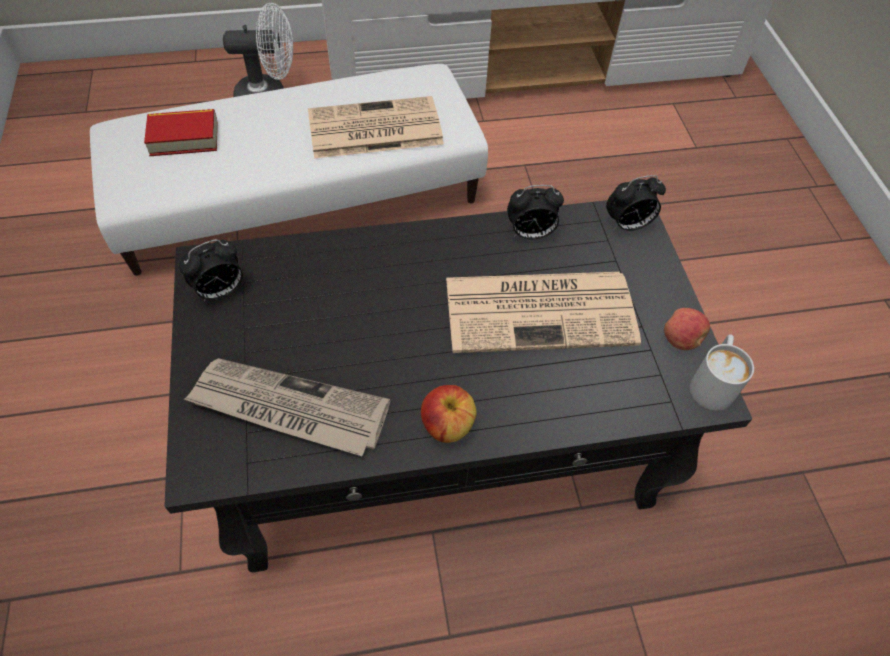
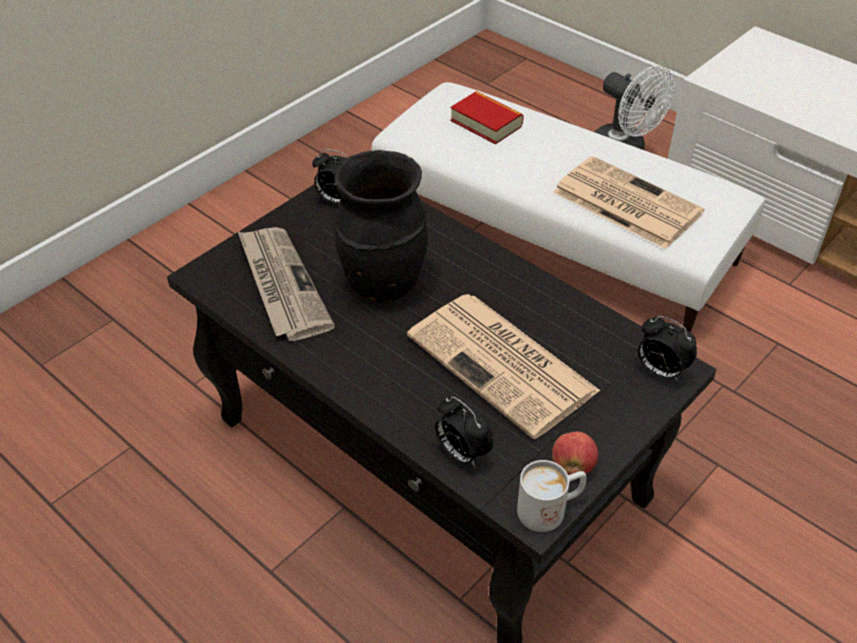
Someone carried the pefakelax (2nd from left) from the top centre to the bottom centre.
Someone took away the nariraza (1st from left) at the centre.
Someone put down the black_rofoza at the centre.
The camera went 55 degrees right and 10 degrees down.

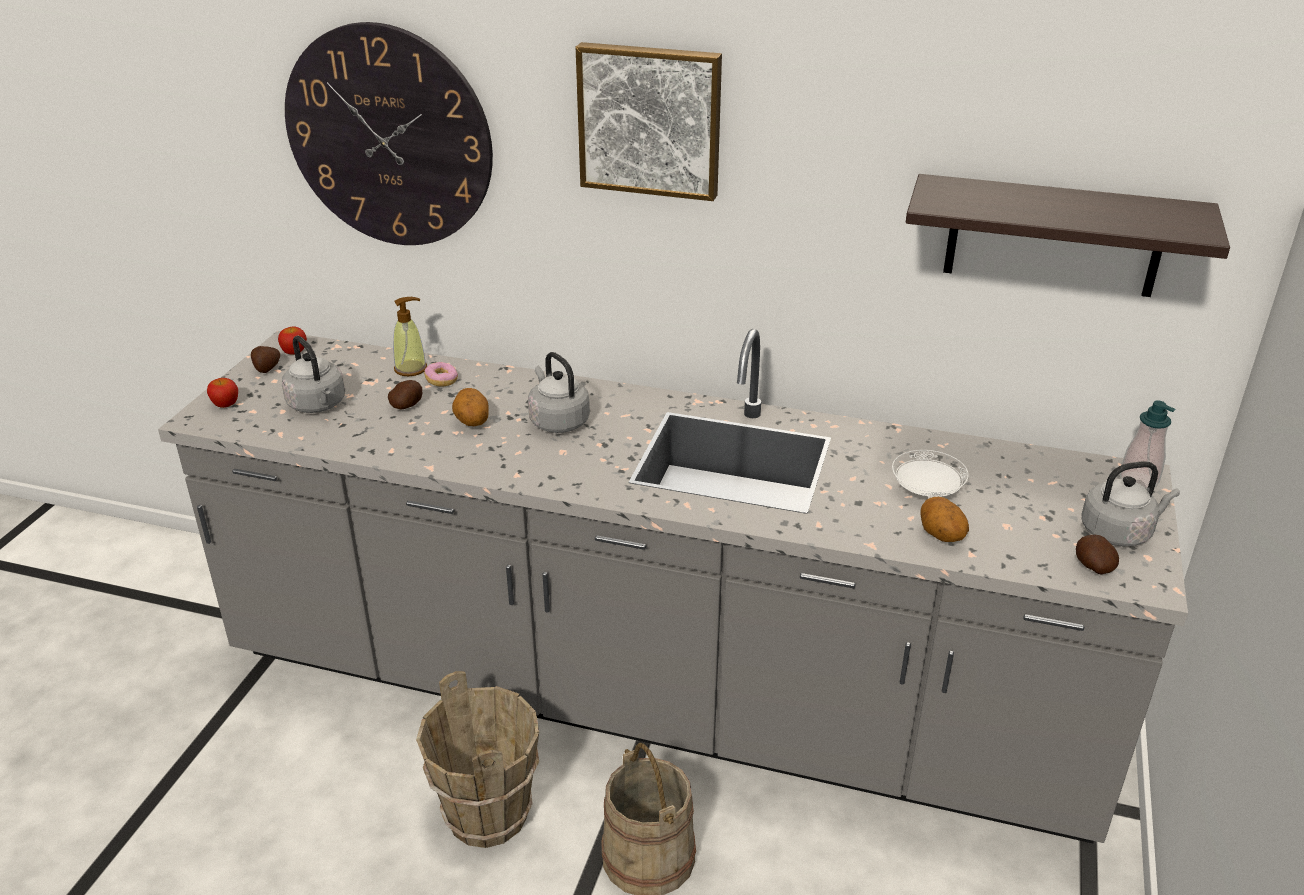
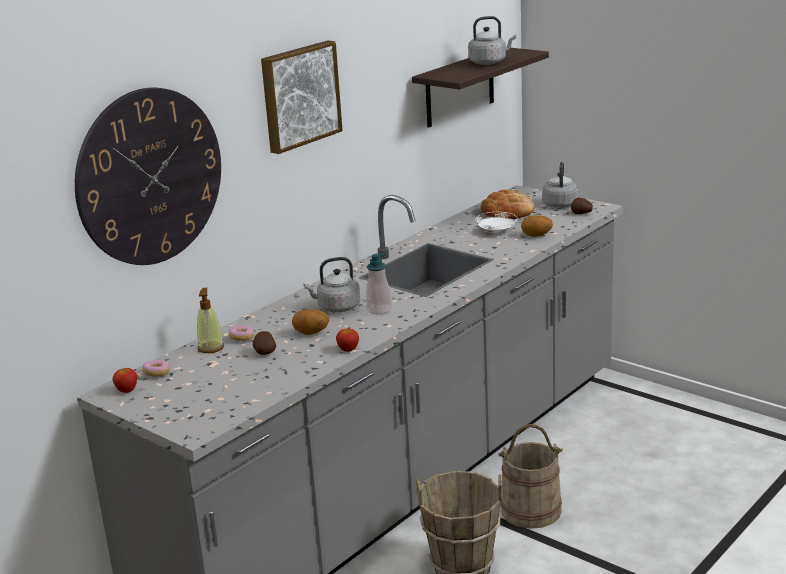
Someone carried the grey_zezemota (1st from left in the first image) from the middle left to the top centre.
Someone took away the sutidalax (1st from left) at the middle left.
Someone carried the nariraza (1st from left in the first image) from the middle left to the centre.
Someone carried the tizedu (2nd from left) from the middle right to the centre.
Someone put down the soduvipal at the centre.
Someone put down the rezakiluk (1st from left) at the middle left.
The camera went 65 degrees left and 10 degrees down.

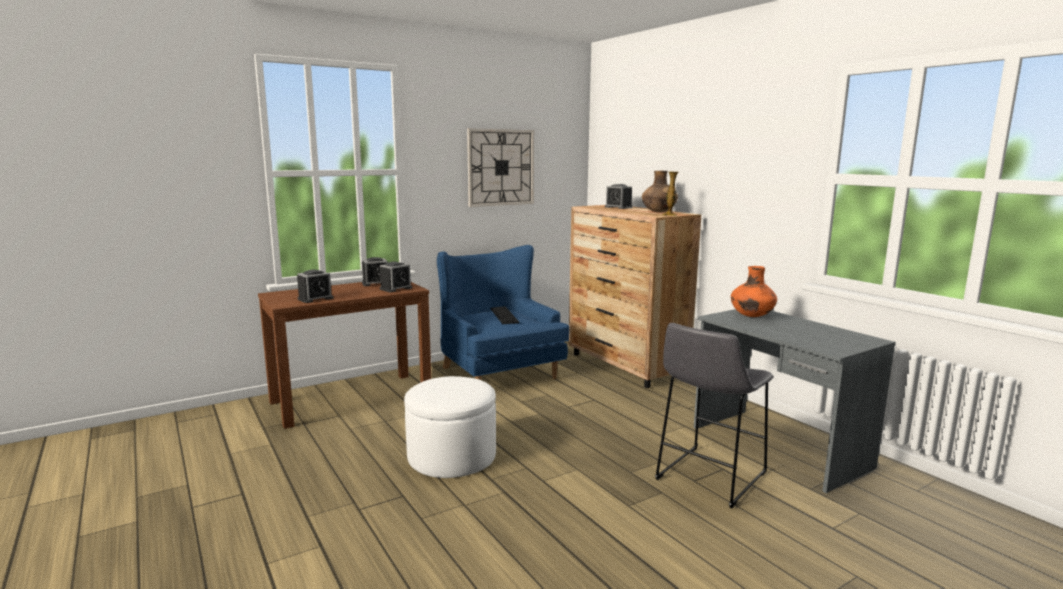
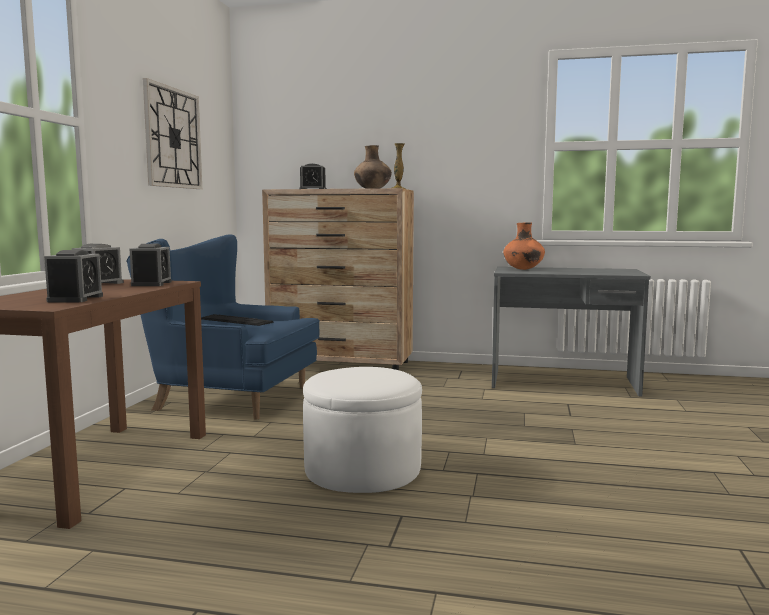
Someone took away the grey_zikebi at the bottom right.
The camera went 45 degrees left and 5 degrees down.

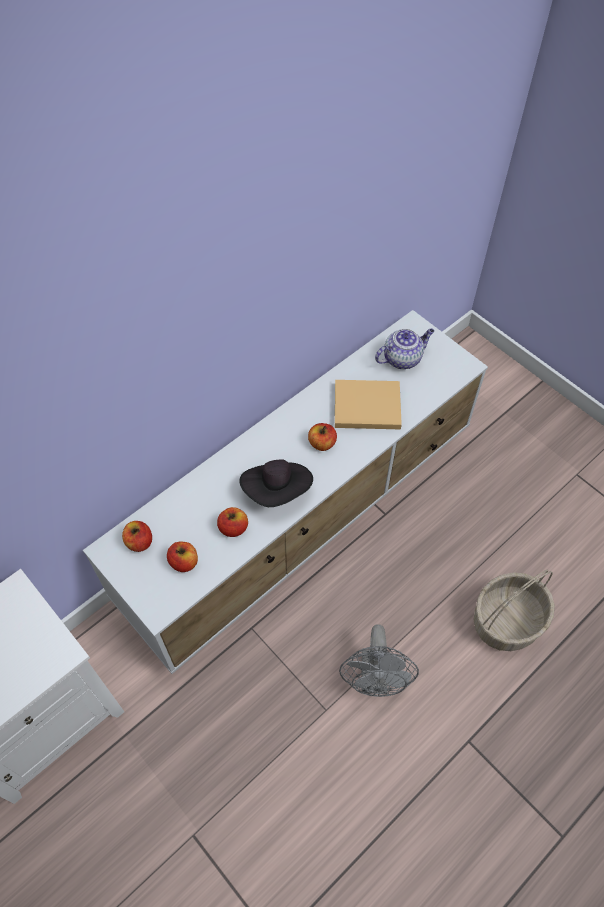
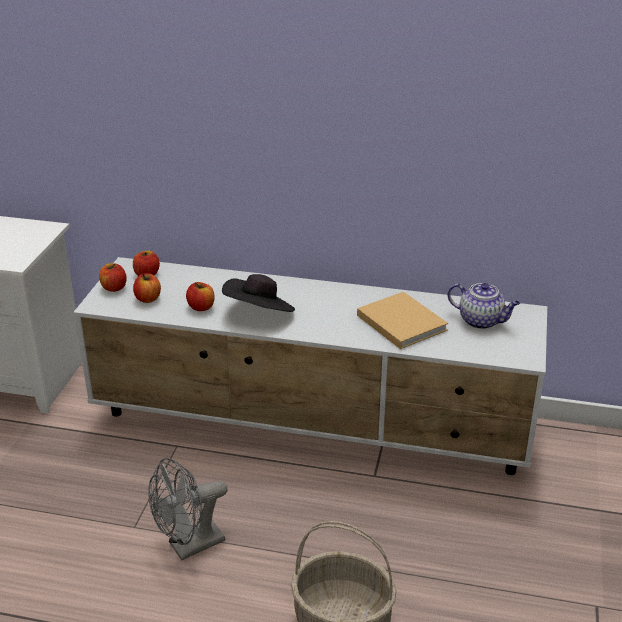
Someone carried the nariraza (4th from left in the first image) from the centre to the middle left.
The camera went 55 degrees right and 25 degrees down.

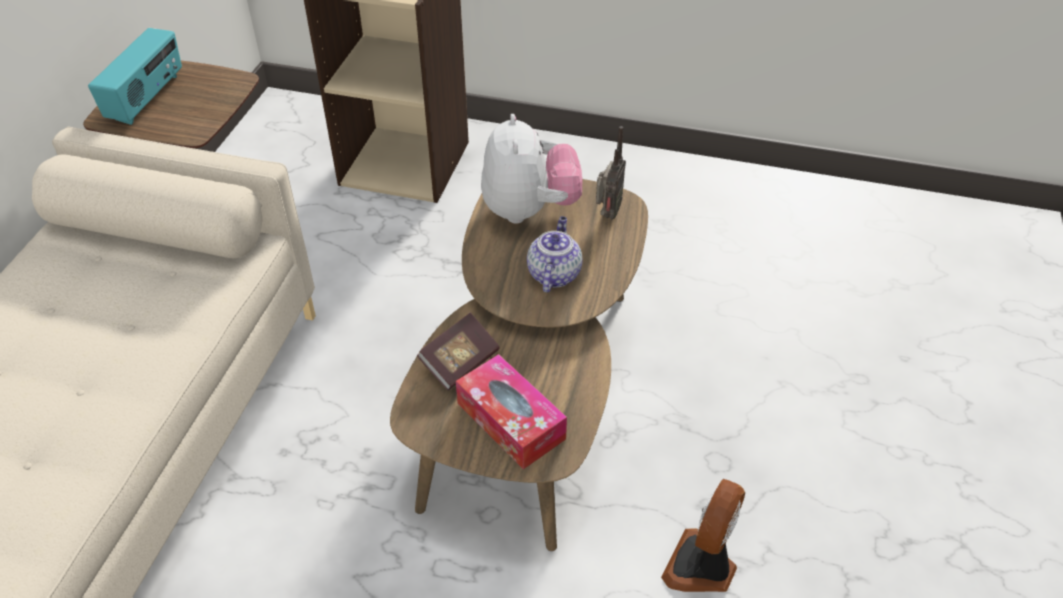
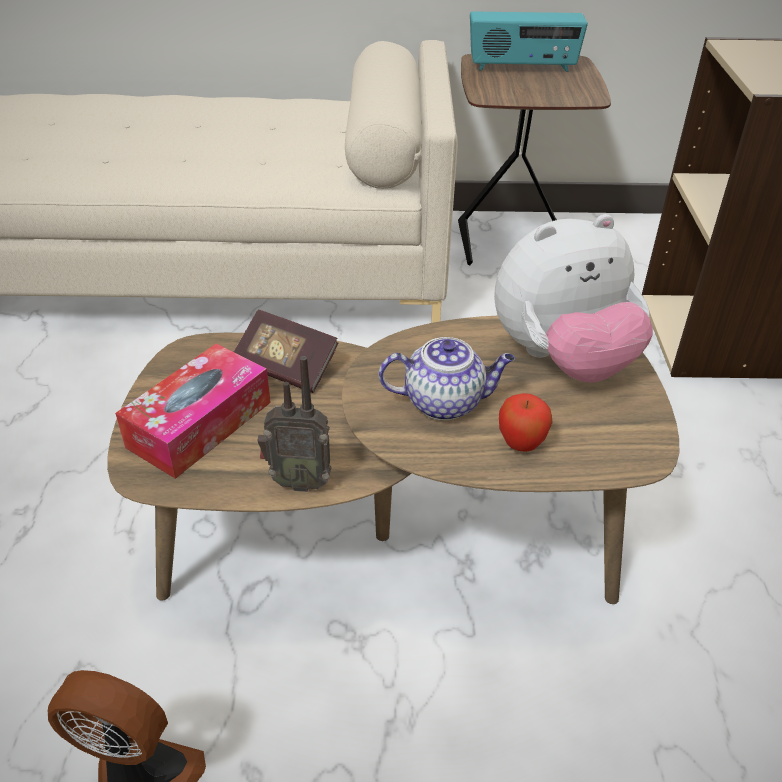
Someone carried the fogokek (2nd from left in the first image) from the top centre to the centre.
Someone put down the nariraza at the middle right.
The camera went 75 degrees right and 5 degrees down.

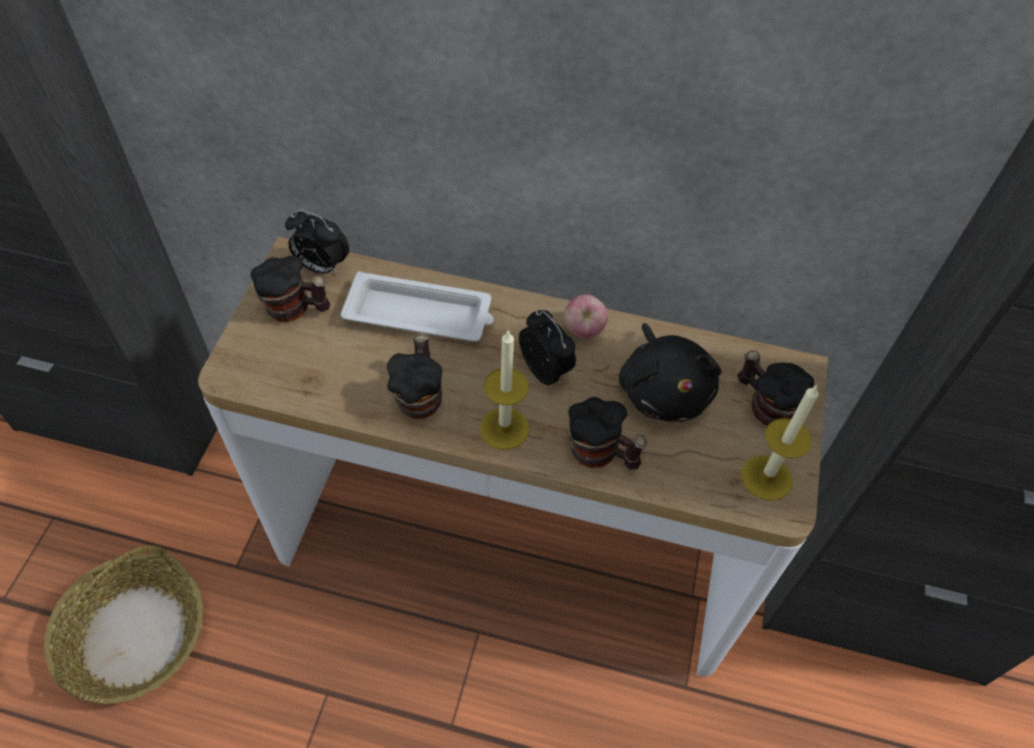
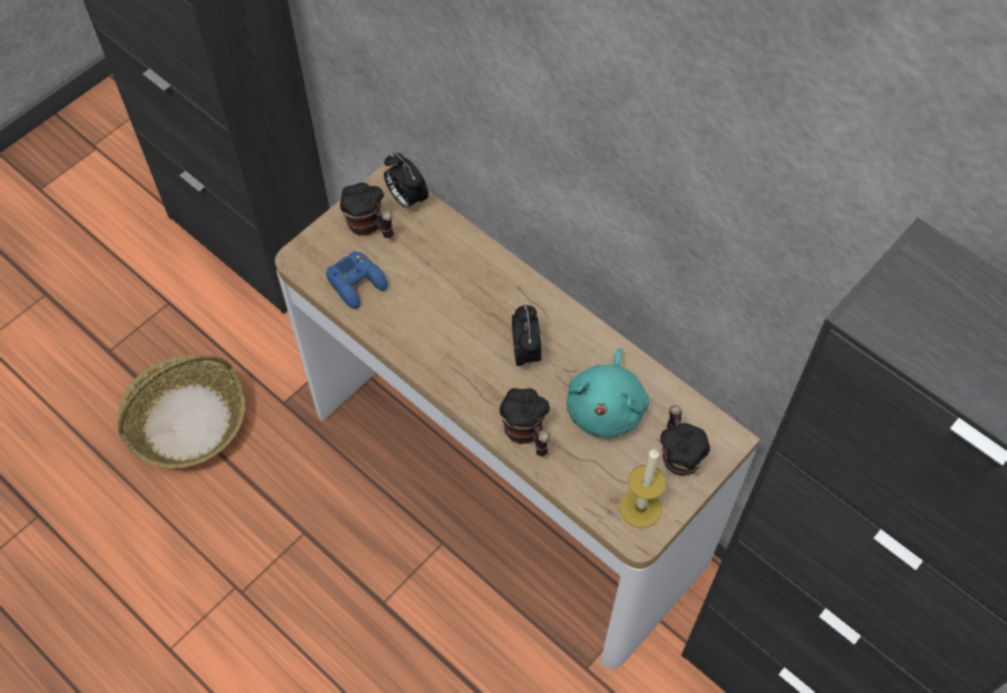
Someone took away the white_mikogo at the centre.
Someone took away the nariraza at the centre.
Someone repainted the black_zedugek at the centre, which became the turquoise_zedugek at the centre.
Someone took away the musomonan (1st from left) at the centre.
Someone took away the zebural (2nd from left) at the centre.
Someone put down the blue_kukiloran at the centre.
The camera went 30 degrees right and 5 degrees up.

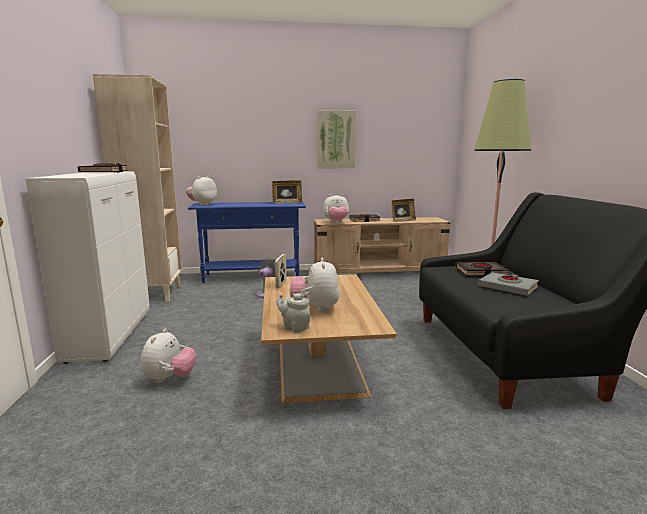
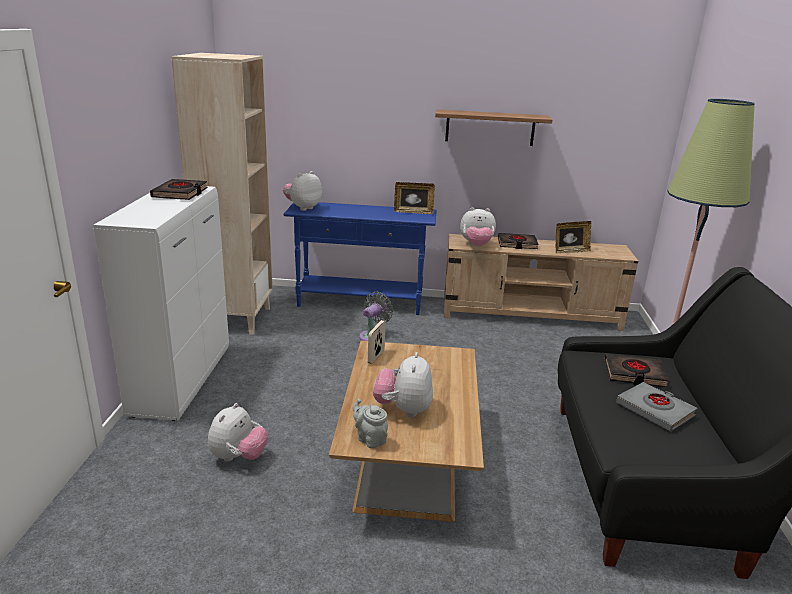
Someone swapped the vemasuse at the top centre for the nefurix at the top centre.
The camera went 10 degrees right and 10 degrees up.

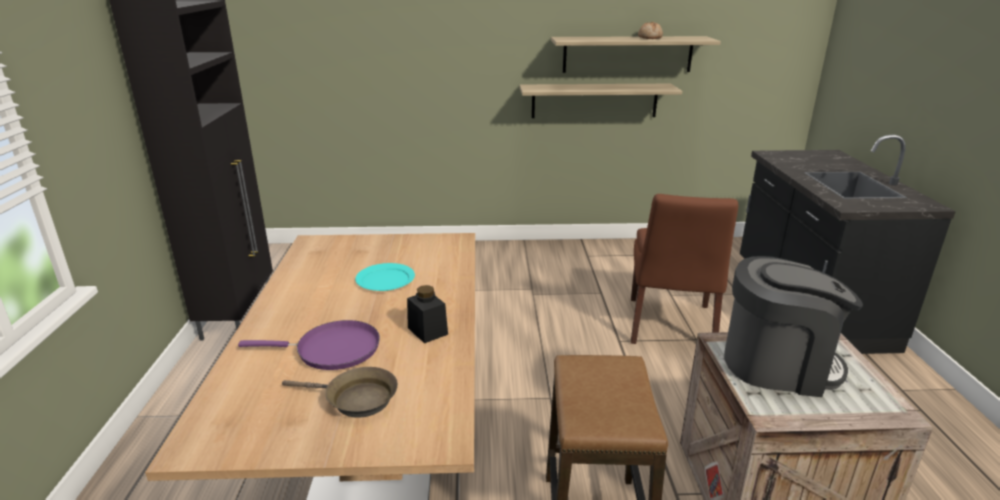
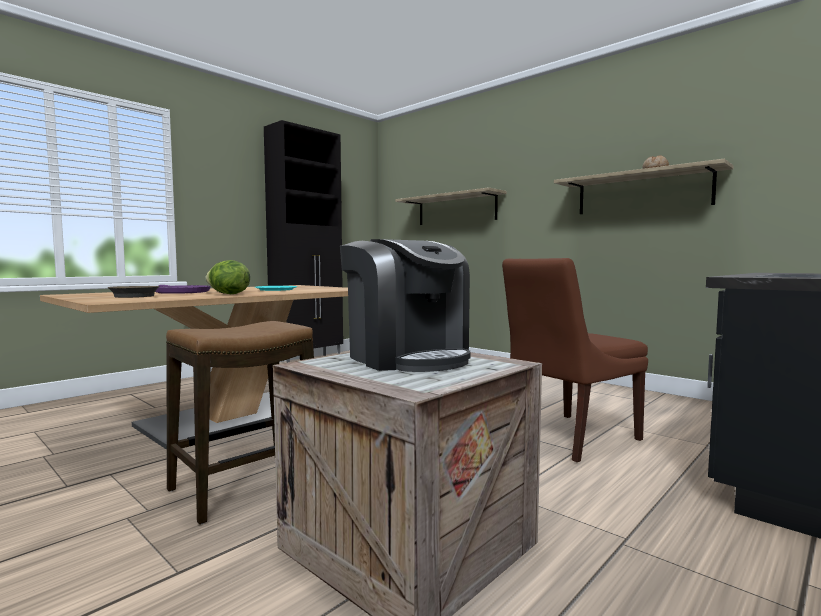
Someone carried the nefurix (1st from left) from the top centre to the centre.
Someone swapped the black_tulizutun at the centre for the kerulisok at the middle left.
The camera went 45 degrees right and 20 degrees down.

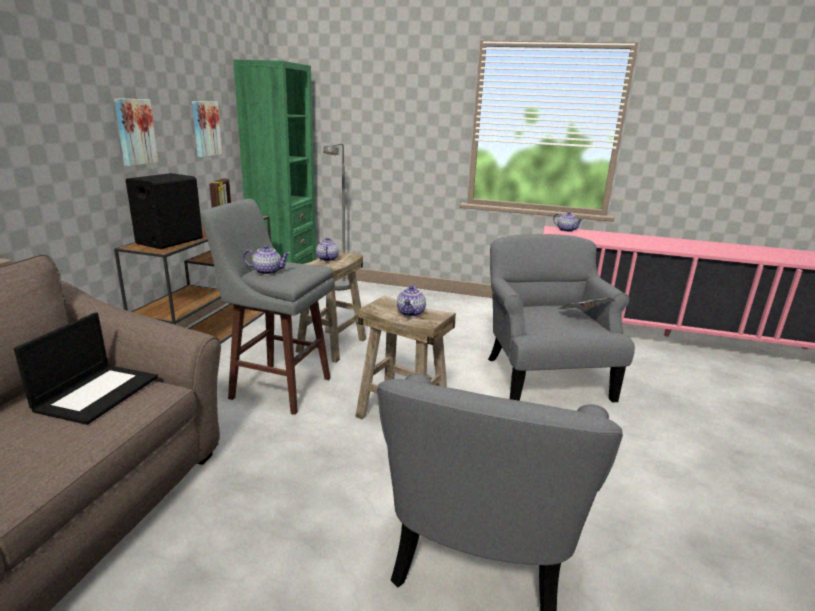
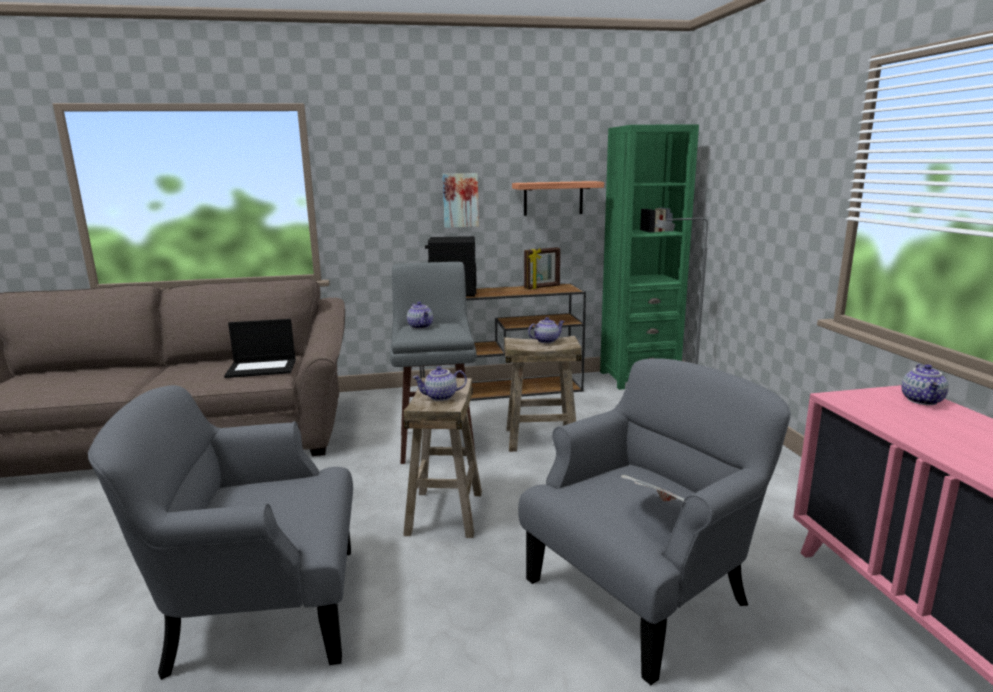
Someone swapped the vemasuse (2nd from left) at the top left for the nefurix at the top centre.
The camera went 65 degrees right and 5 degrees down.

